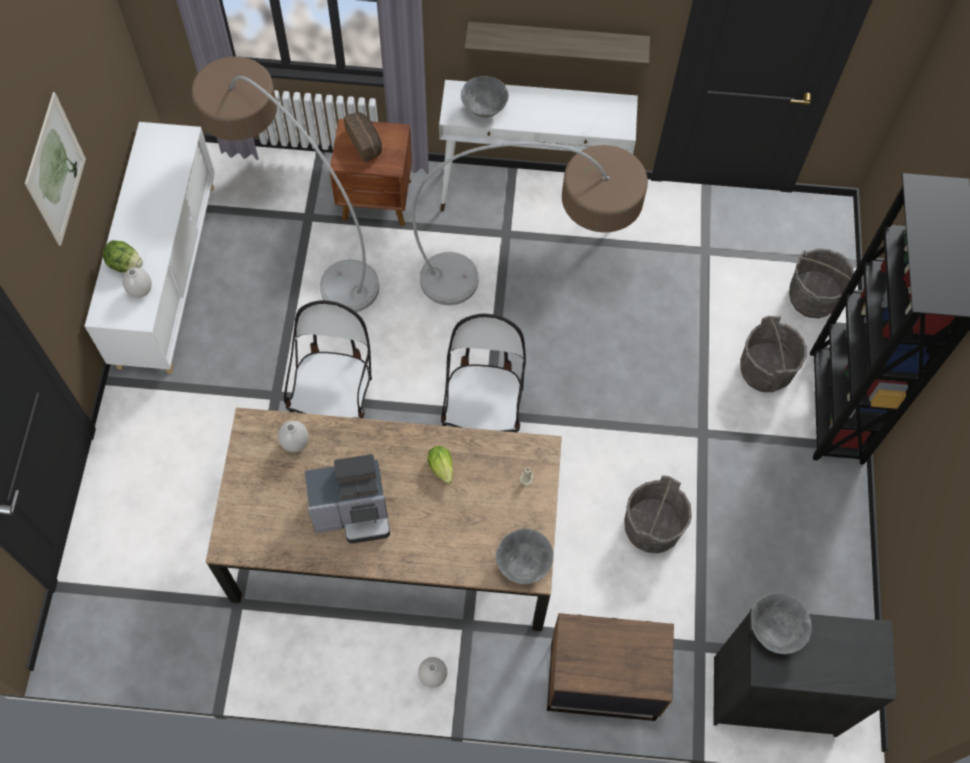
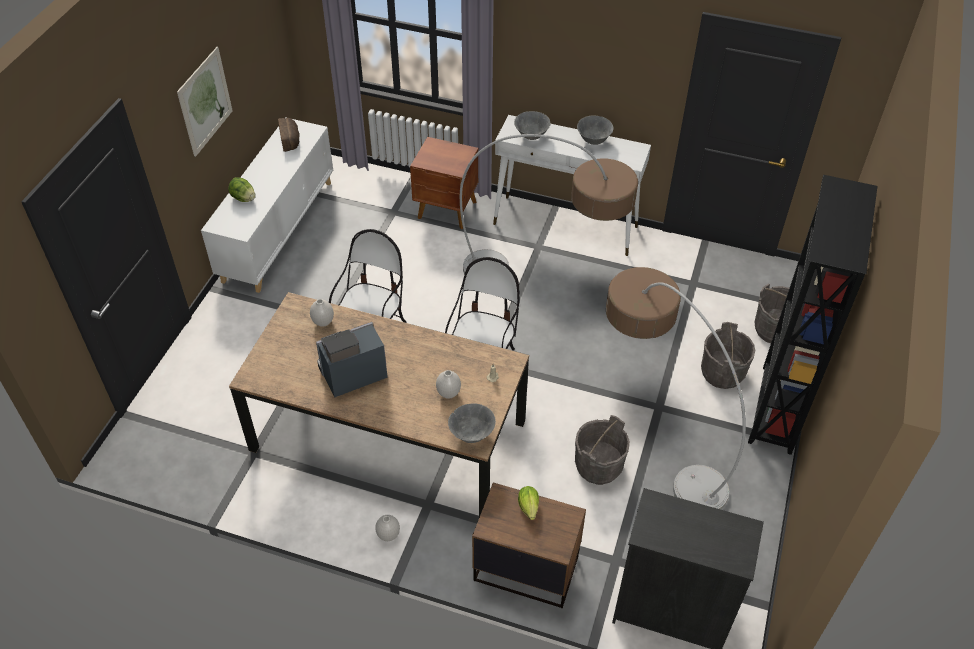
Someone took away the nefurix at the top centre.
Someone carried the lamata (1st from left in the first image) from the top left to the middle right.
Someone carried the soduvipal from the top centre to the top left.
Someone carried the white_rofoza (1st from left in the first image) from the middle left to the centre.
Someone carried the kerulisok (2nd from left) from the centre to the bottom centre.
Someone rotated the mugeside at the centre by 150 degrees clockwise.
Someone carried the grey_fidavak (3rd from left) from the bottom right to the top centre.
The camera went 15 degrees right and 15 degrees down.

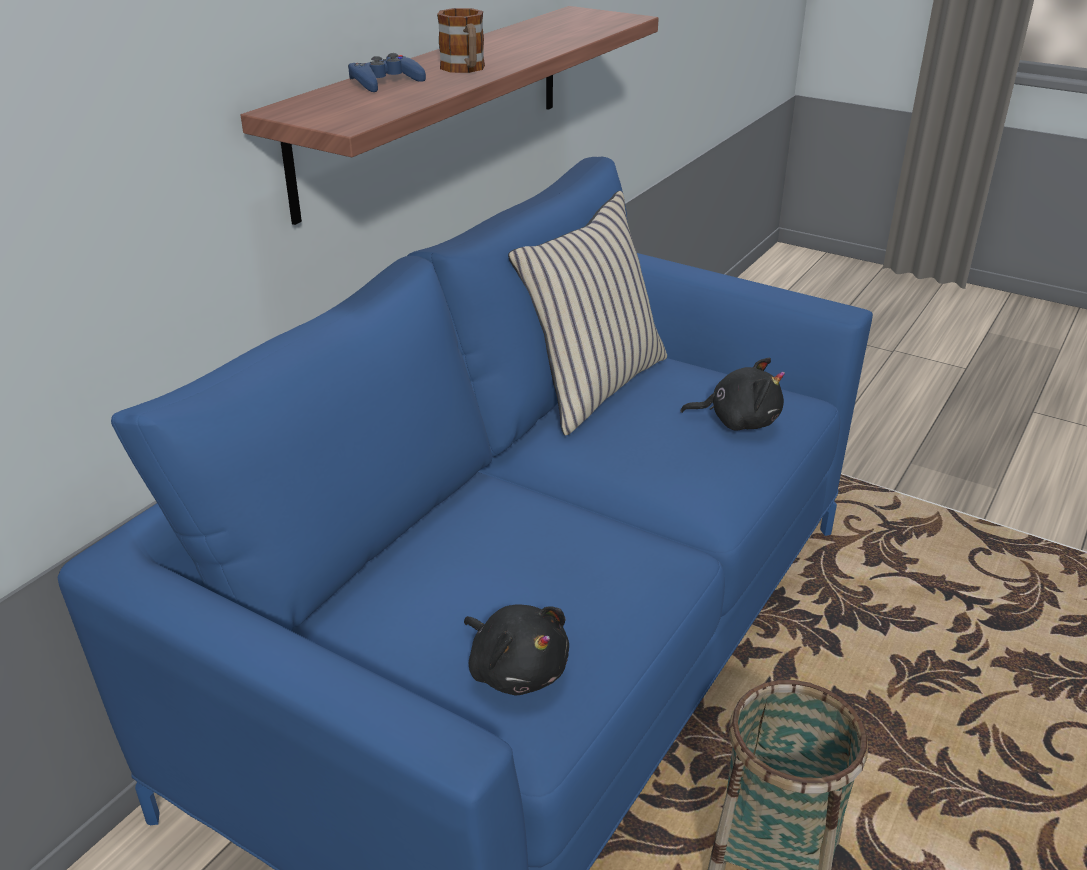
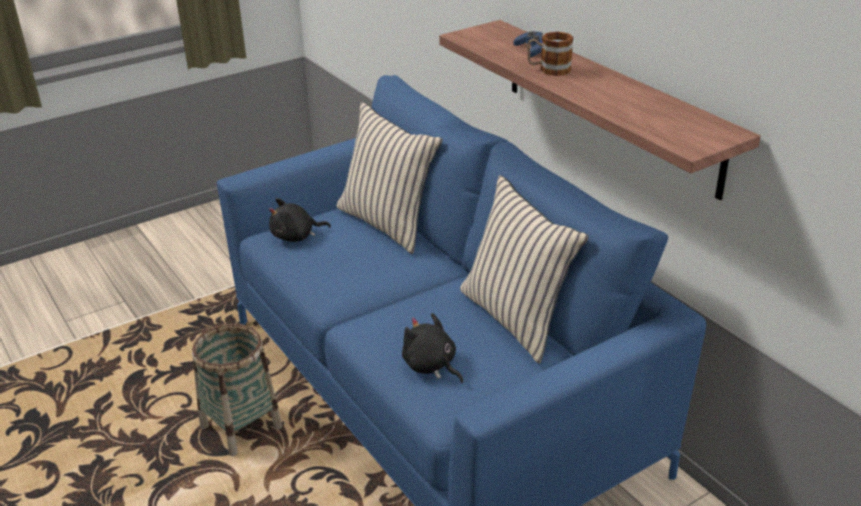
Someone rotated the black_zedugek (2nd from left) at the middle right by 105 degrees clockwise.
Someone put down the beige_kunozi (1st from left) at the centre.
The camera went 115 degrees right and 0 degrees up.

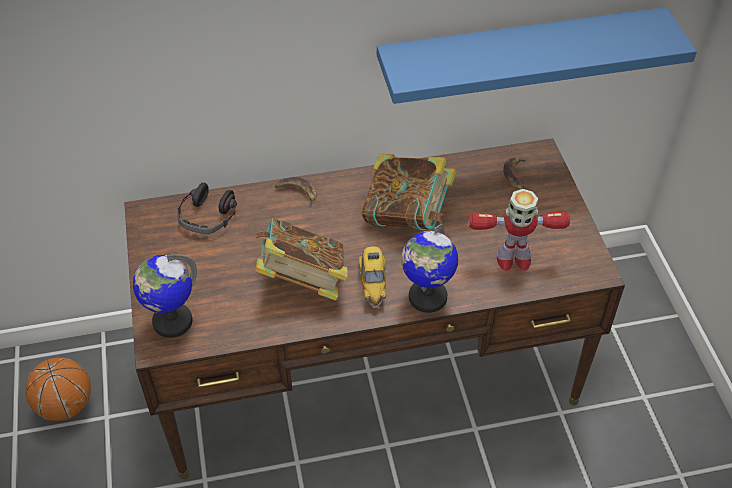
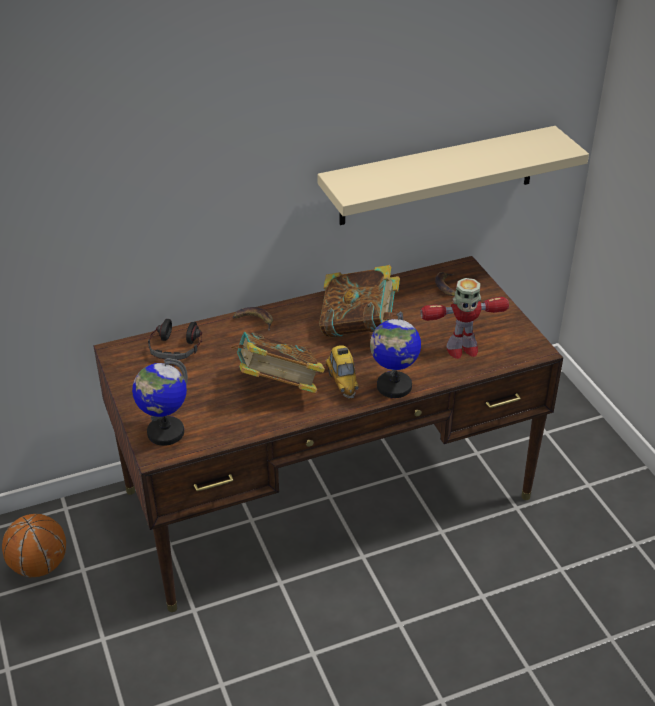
Someone repainted the blue_nefurix at the top right, which became the beige_nefurix at the top right.
The camera went 10 degrees left and 10 degrees down.

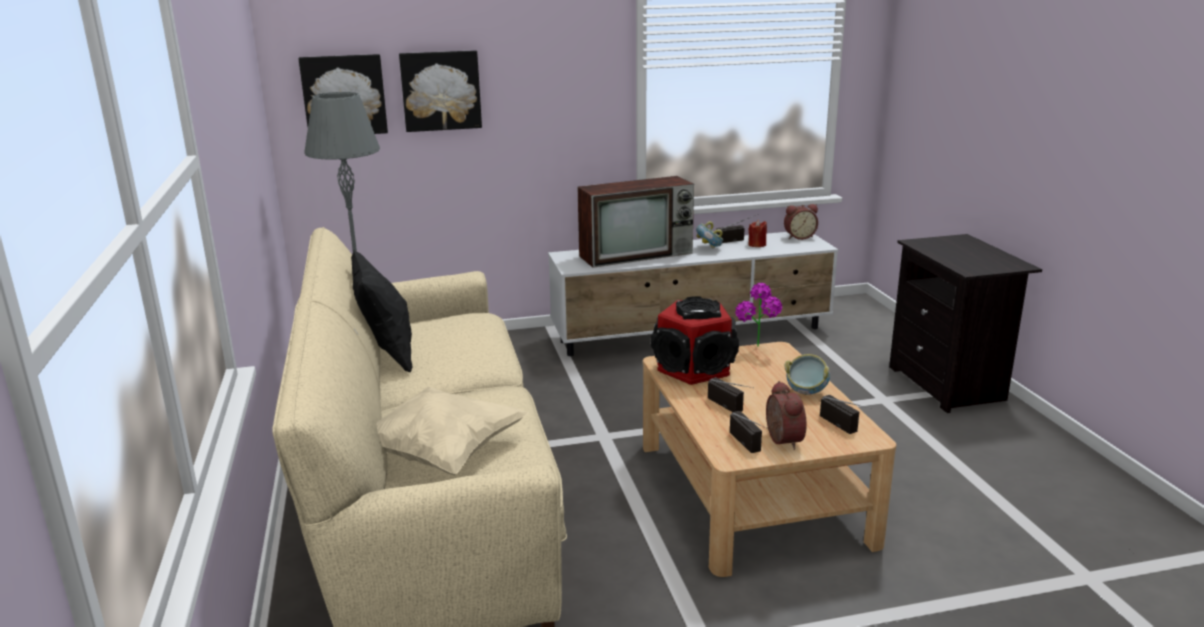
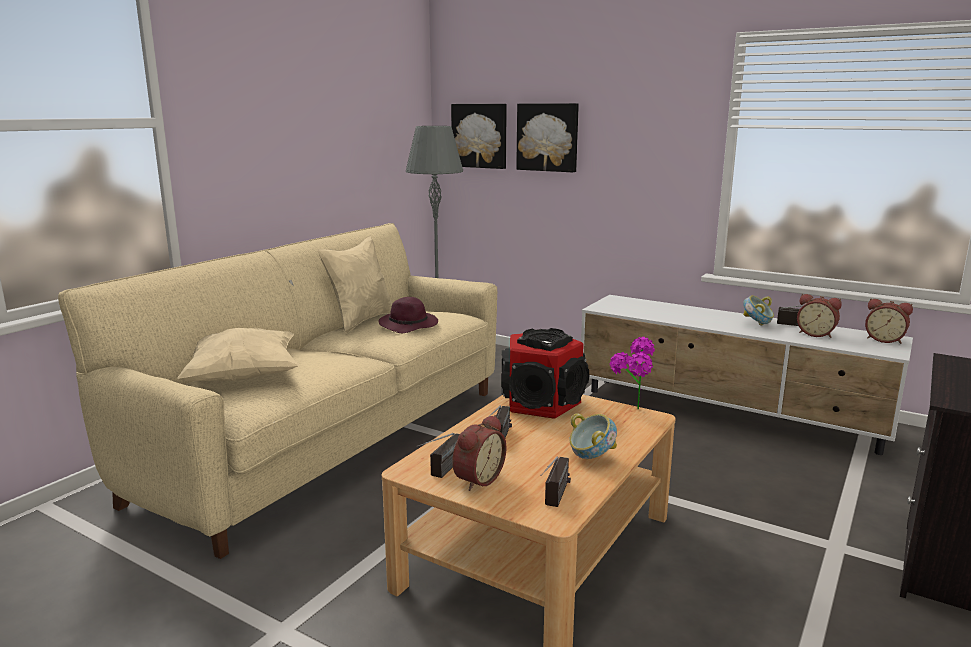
Someone took away the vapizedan at the centre.
Someone swapped the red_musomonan at the centre for the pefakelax (2nd from left) at the middle right.
Someone repainted the black_kunozi at the middle left, which became the beige_kunozi (2nd from left) at the centre.
Someone put down the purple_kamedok at the centre.
The camera went 45 degrees right and 5 degrees down.

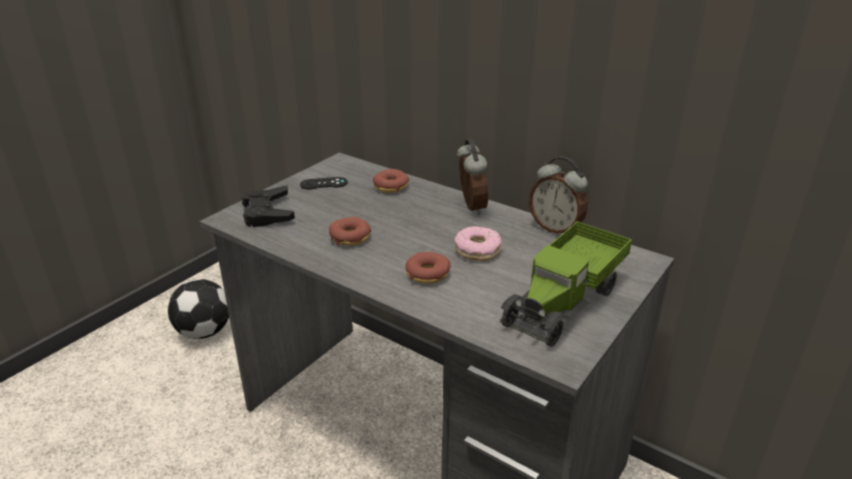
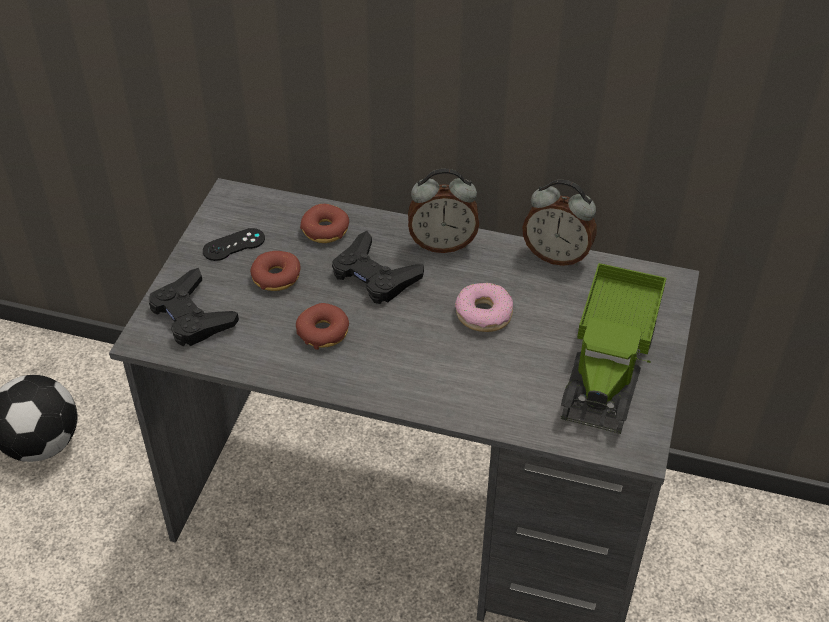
Someone rotated the pefakelax (1st from left) at the centre by 120 degrees clockwise.
Someone carried the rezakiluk (3rd from left in the first image) from the centre to the middle left.
Someone put down the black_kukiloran (3rd from left) at the centre.
The camera went 20 degrees left and 15 degrees up.

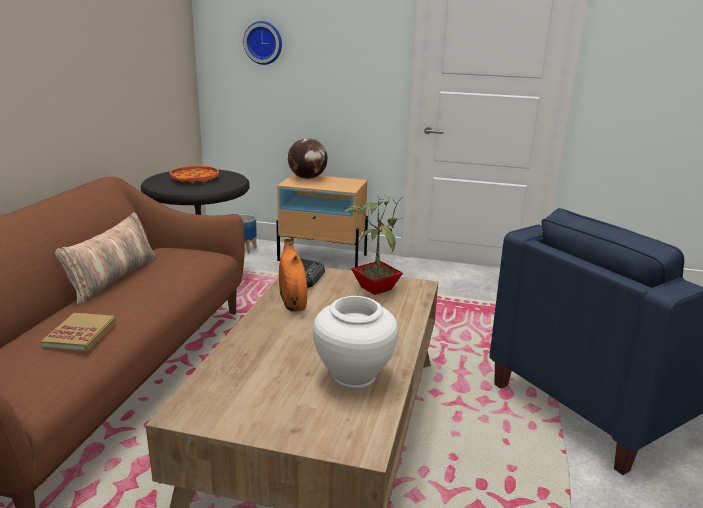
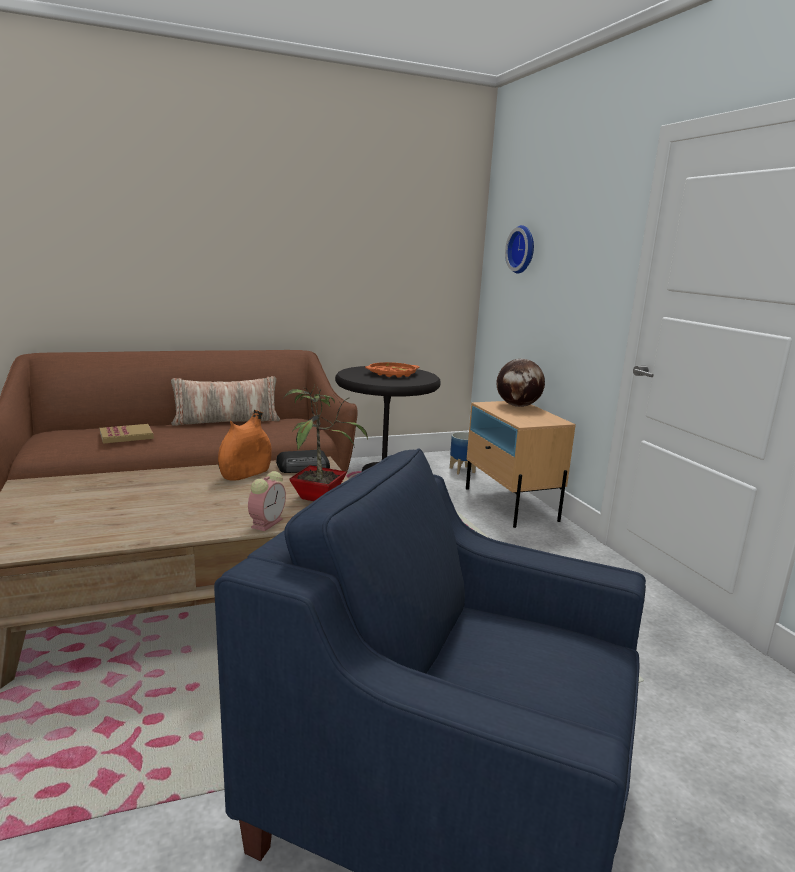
Someone took away the white_rofoza at the bottom centre.
Someone put down the pefakelax at the centre.
The camera went 55 degrees right and 5 degrees down.

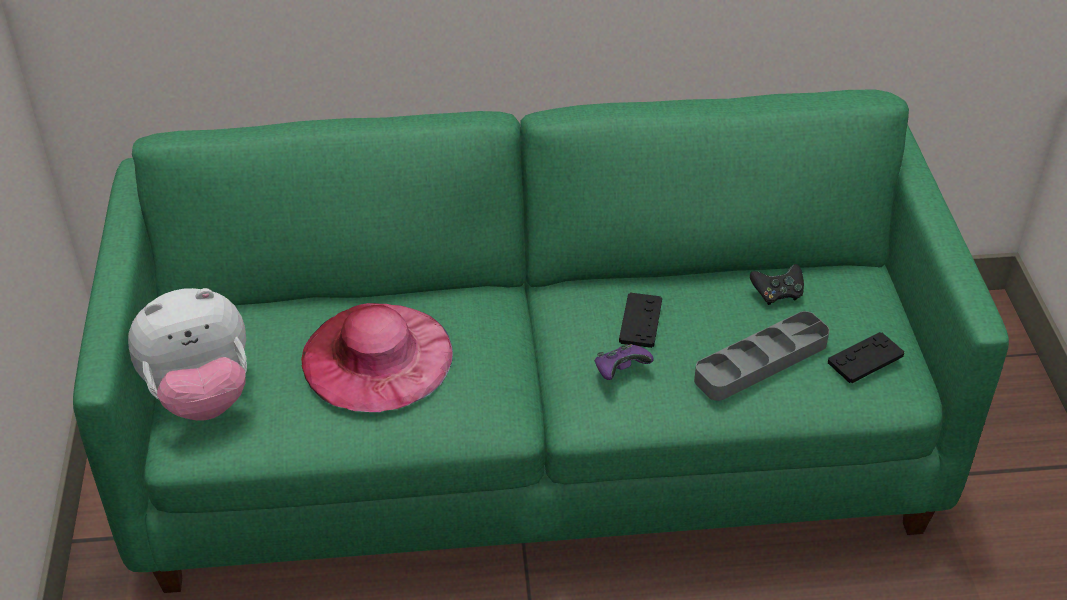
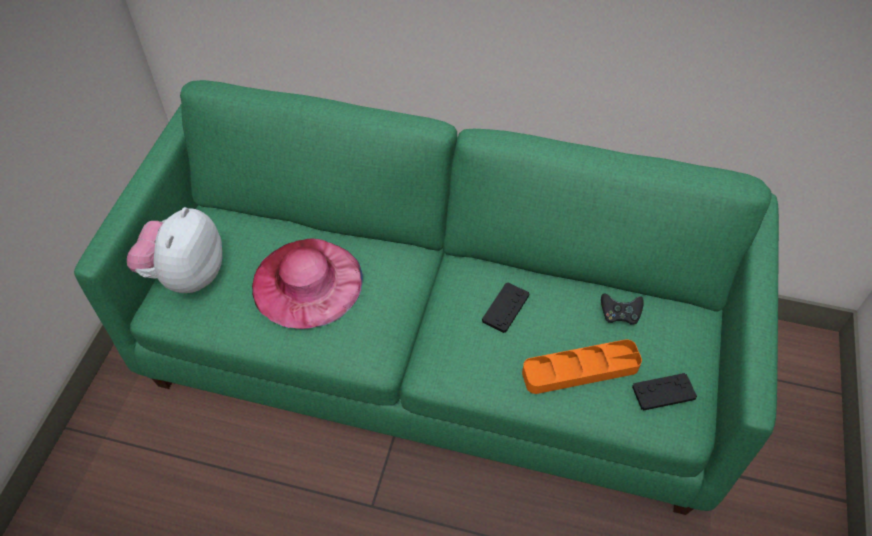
Someone rotated the zedugek at the middle left by 105 degrees clockwise.
Someone repainted the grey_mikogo at the middle right, which became the orange_mikogo at the bottom right.
Someone took away the purple_kukiloran at the centre.
The camera went 20 degrees right and 10 degrees up.

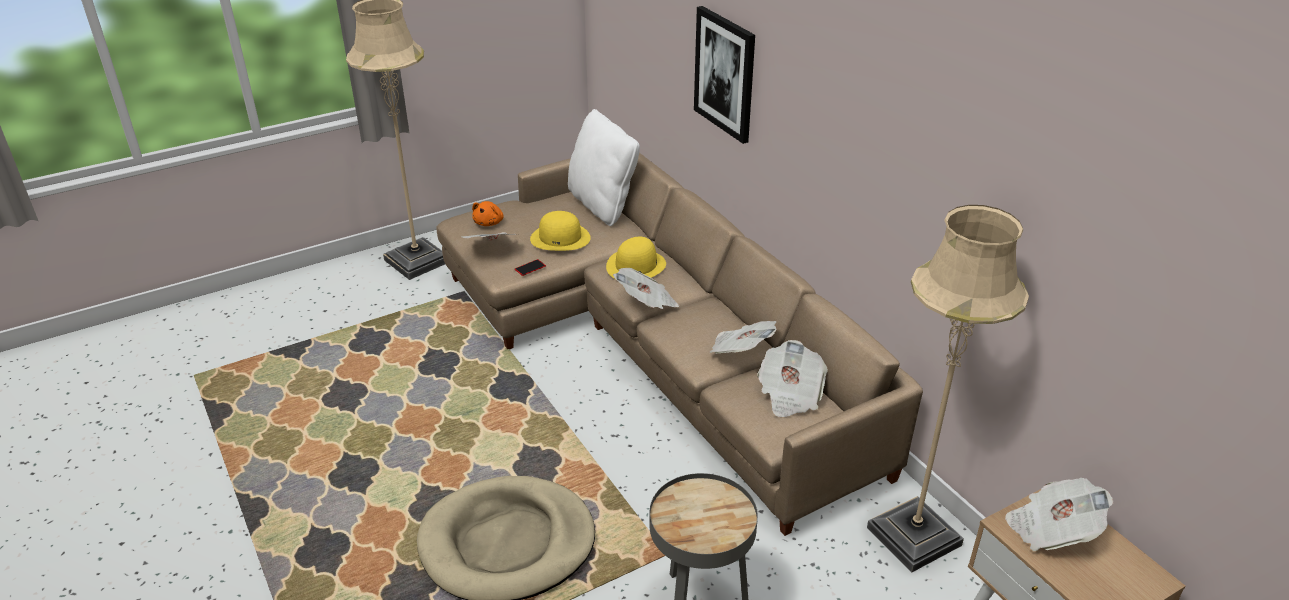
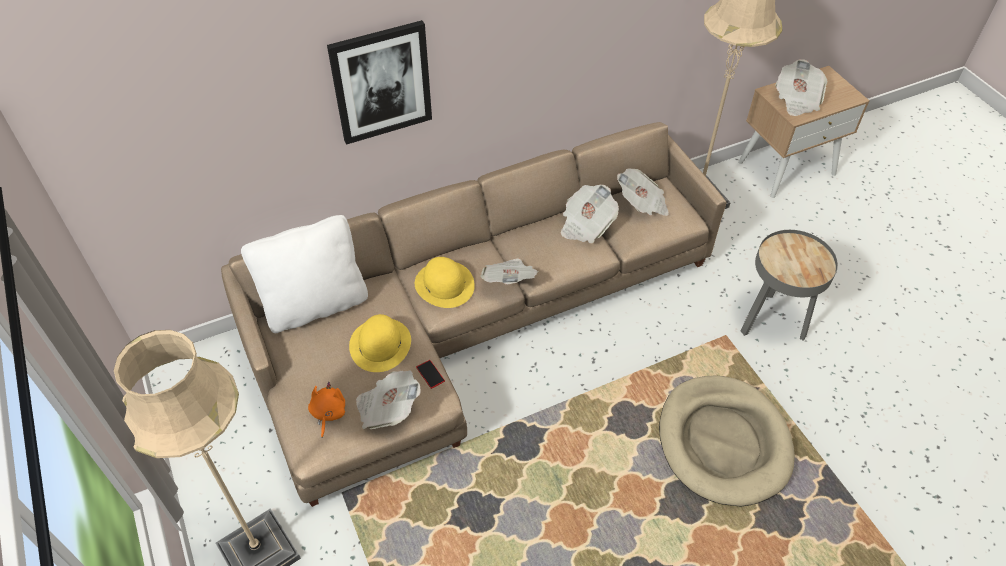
Someone rotated the orange_zedugek at the centre by 105 degrees counterclockwise.
The camera went 85 degrees left and 15 degrees up.

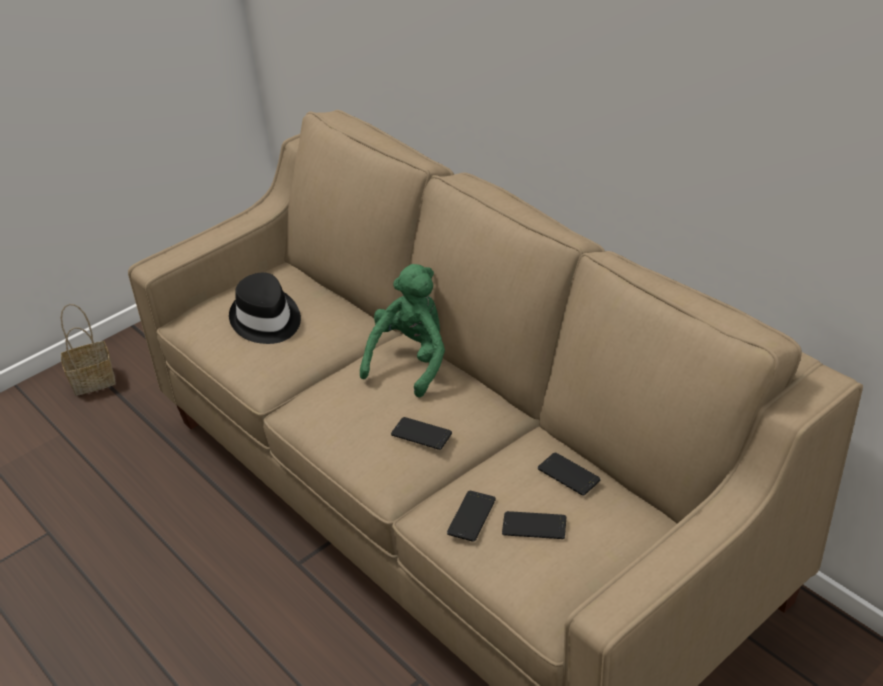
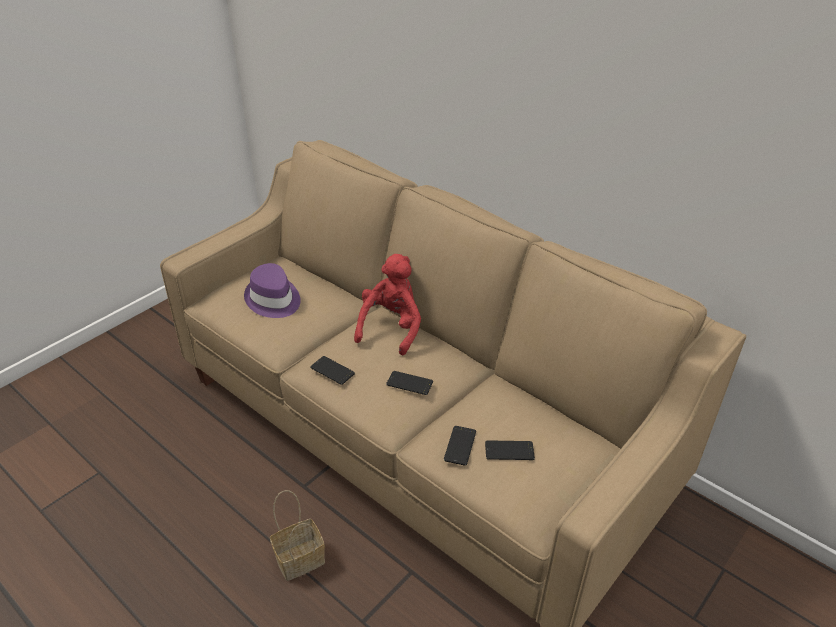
Someone repainted the green_zedugek at the centre, which became the red_zedugek at the centre.
Someone repainted the black_kamedok at the middle left, which became the purple_kamedok at the middle left.
Someone carried the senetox from the middle left to the bottom centre.
Someone carried the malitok (4th from left in the first image) from the bottom centre to the centre.
The camera went 10 degrees left and 0 degrees up.

